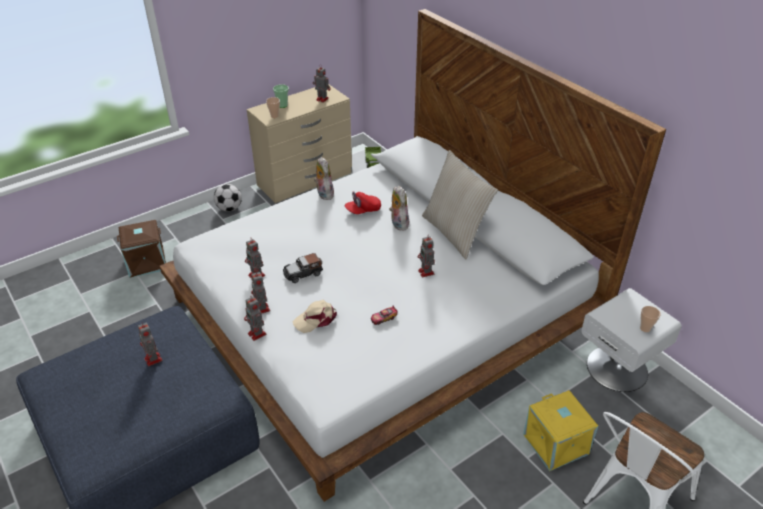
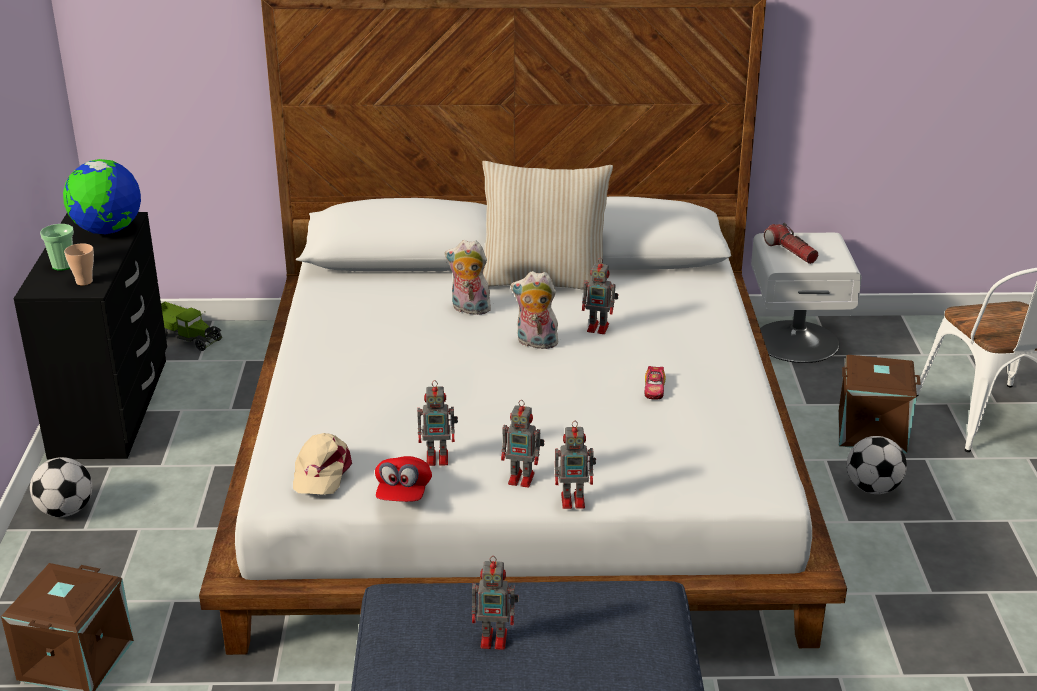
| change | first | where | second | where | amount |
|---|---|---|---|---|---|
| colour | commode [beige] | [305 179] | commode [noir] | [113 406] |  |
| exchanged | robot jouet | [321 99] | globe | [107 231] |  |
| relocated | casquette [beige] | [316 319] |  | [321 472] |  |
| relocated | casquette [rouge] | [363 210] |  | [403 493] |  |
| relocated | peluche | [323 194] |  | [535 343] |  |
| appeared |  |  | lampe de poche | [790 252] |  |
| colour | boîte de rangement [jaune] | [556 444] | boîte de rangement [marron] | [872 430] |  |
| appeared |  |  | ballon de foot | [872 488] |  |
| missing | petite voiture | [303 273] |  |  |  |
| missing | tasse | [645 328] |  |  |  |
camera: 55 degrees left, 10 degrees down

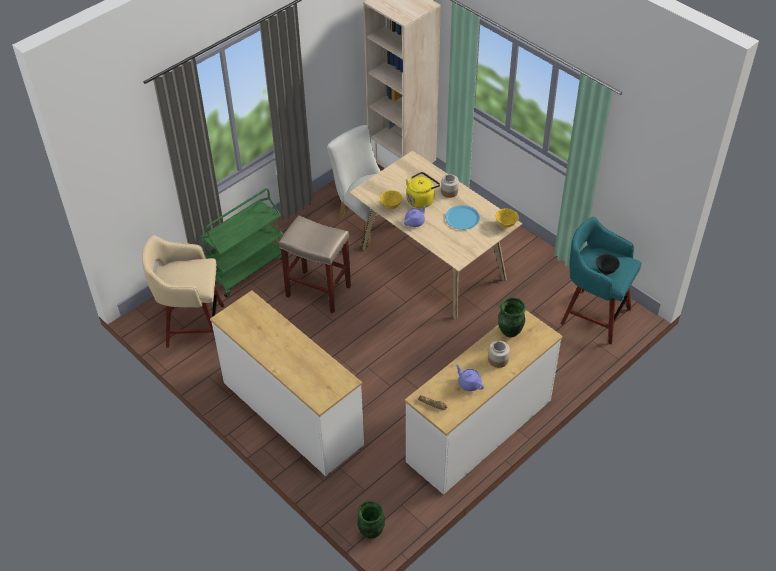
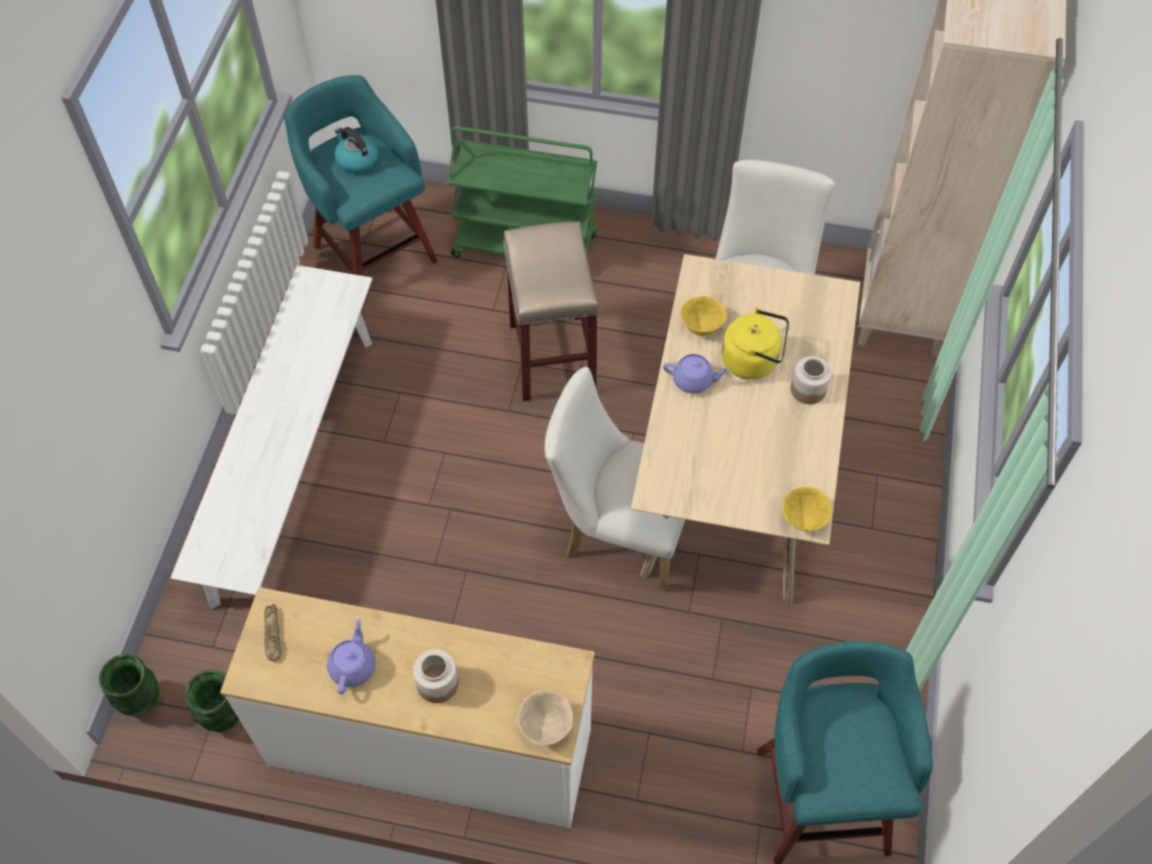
| change | first | where | second | where | amount |
|---|---|---|---|---|---|
| exchanged | commode [blanc] | [291 414] | banc [blanc] | [295 465] |  |
| relocated | vase [vert] | [510 331] |  | [223 717] |  |
| colour | tabouret [beige] | [192 326] | tabouret [turquoise] | [373 251] |  |
| appeared |  |  | bouilloire | [357 160] |  |
| appeared |  |  | bol [beige] | [546 726] |  |
| appeared |  |  | chaise [blanc] | [619 530] |  |
| missing | assiette [bleu] | [462 218] |  |  |  |
| missing | bol [noir] | [606 270] |  |  |  |
camera: 55 degrees right, 10 degrees up

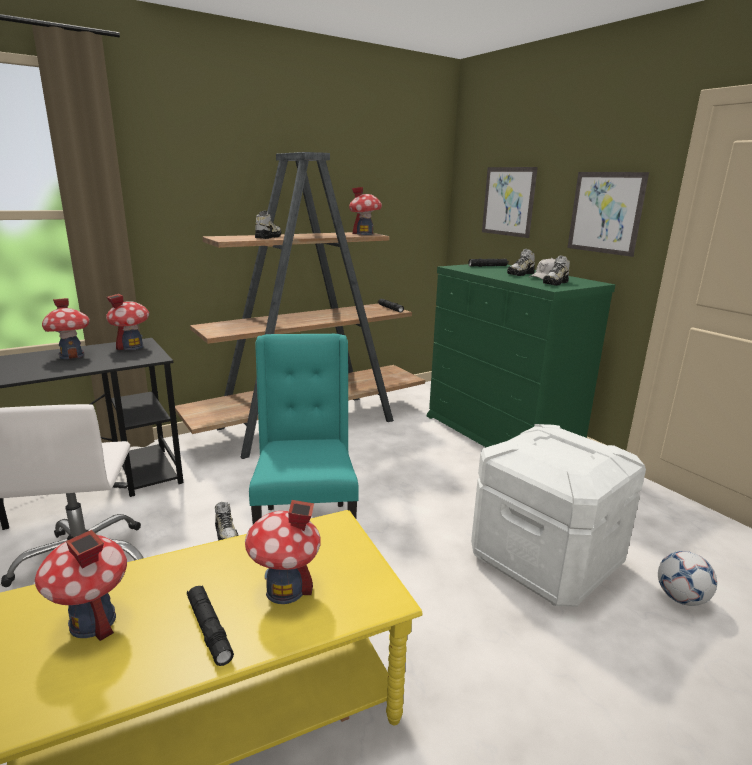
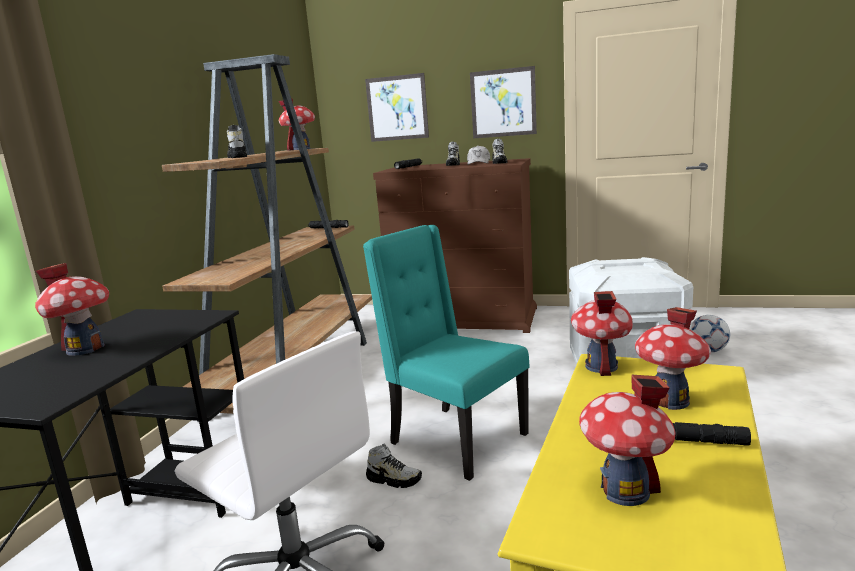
| change | first | where | second | where | amount |
|---|---|---|---|---|---|
| colour | commode [vert] | [502 434] | commode [marron] | [464 318] |  |
| relocated | maison miniature | [132 347] |  | [601 366] |  |
camera: 40 degrees left, 5 degrees down

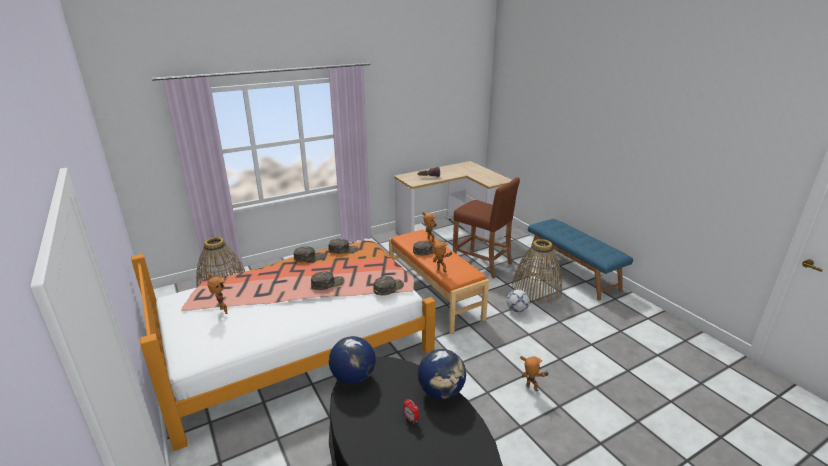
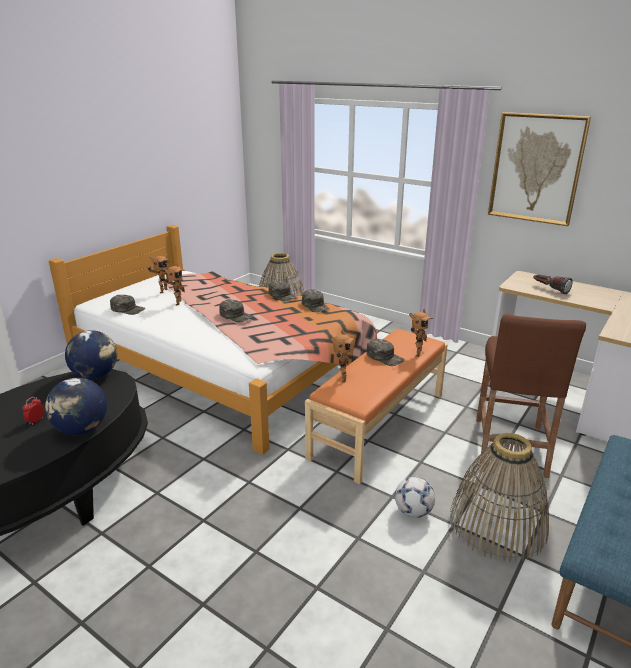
| change | first | where | second | where | amount |
|---|---|---|---|---|---|
| relocated | casquette [vert] | [388 288] |  | [128 309] |  |
| relocated | robot jouet | [531 390] |  | [176 303] |  |
| appeared |  |  | tableau | [536 168] |  |
camera: 65 degrees right, 0 degrees up

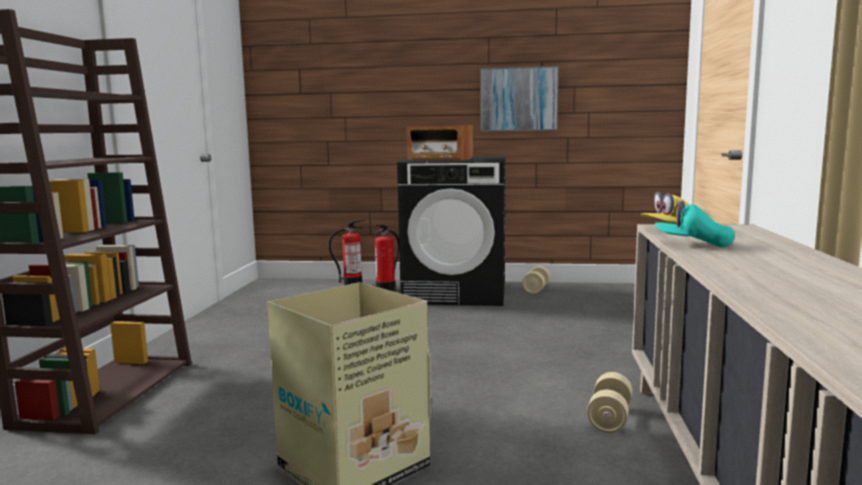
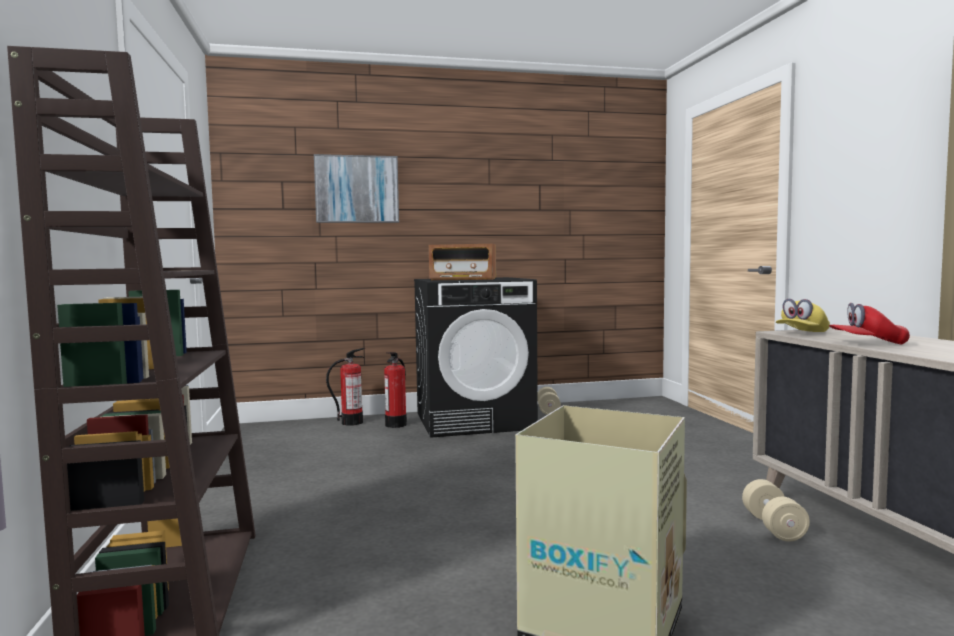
| change | first | where | second | where | amount |
|---|---|---|---|---|---|
| relocated | tableau | [518 99] |  | [357 189] |  |
| colour | casquette [turquoise] | [693 244] | casquette [rouge] | [868 344] |  |
camera: 20 degrees left, 5 degrees down

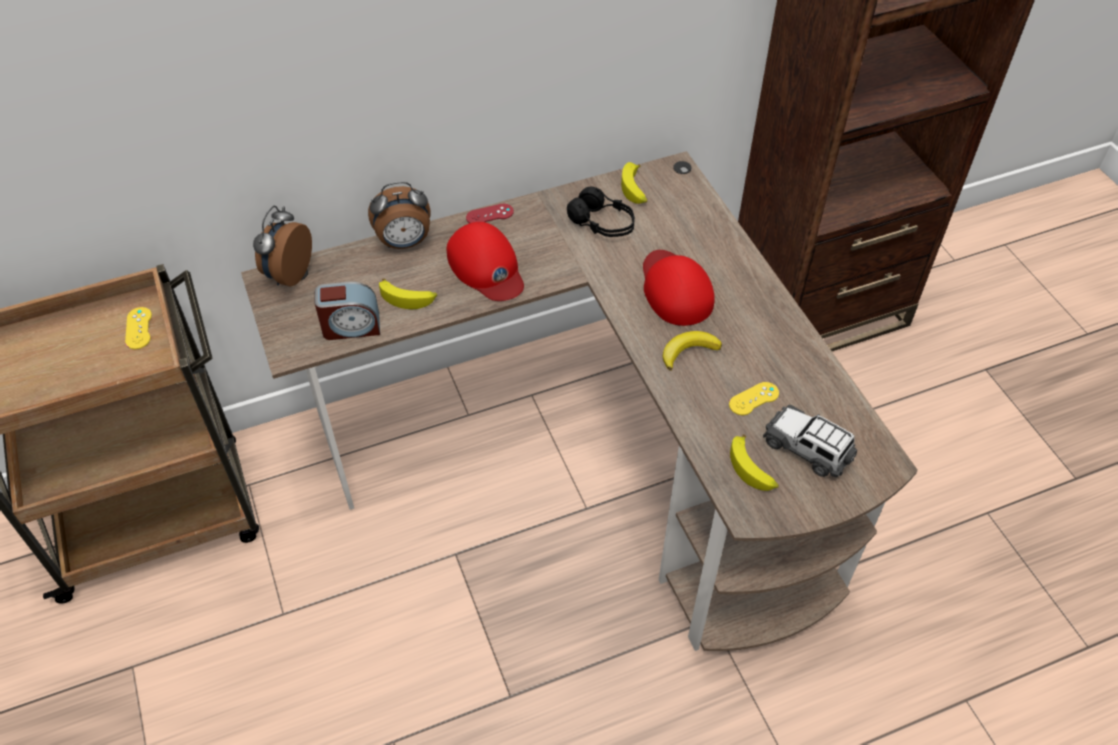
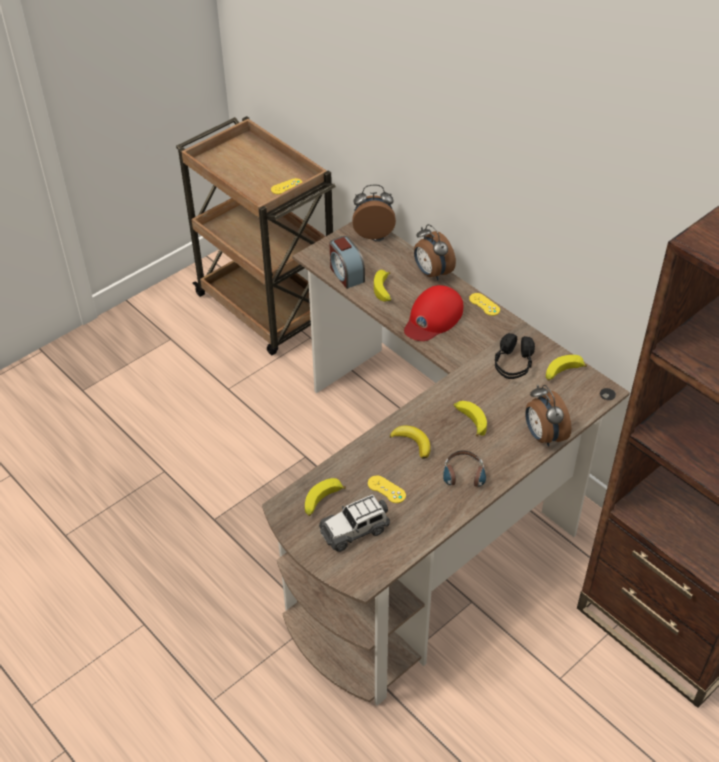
| change | first | where | second | where | amount |
|---|---|---|---|---|---|
| spun | petite voiture | [808 449] |  | [355 530] | 135 degrees counterclockwise |
| appeared |  |  | casque audio | [464 481] |  |
| exchanged | casquette [rouge] | [675 289] | banane | [469 421] |  |
| colour | manette [rouge] | [490 215] | manette [jaune] | [484 304] |  |
| appeared |  |  | réveil | [543 436] |  |
camera: 70 degrees right, 5 degrees down

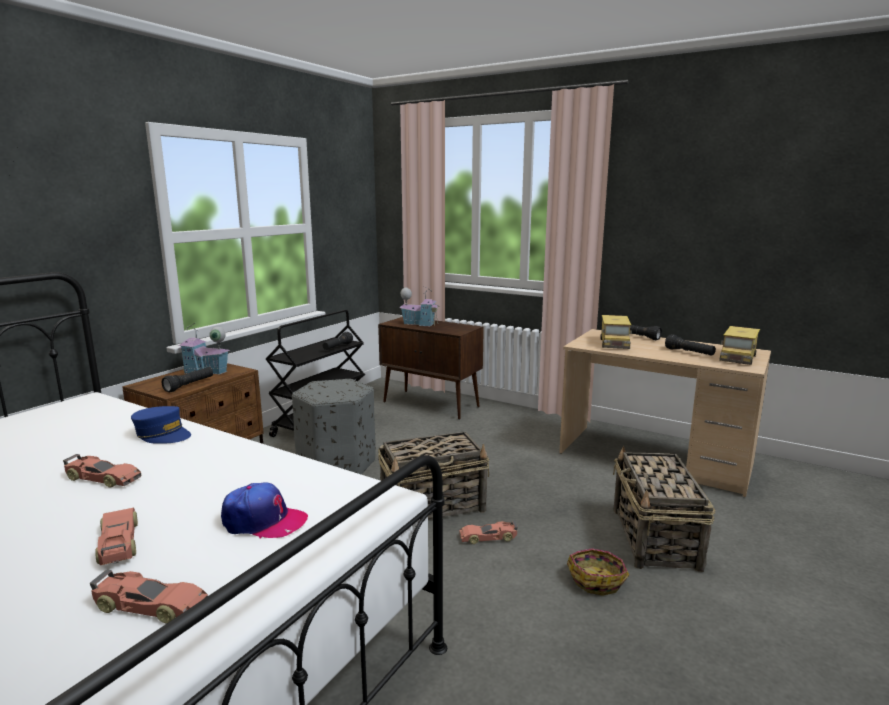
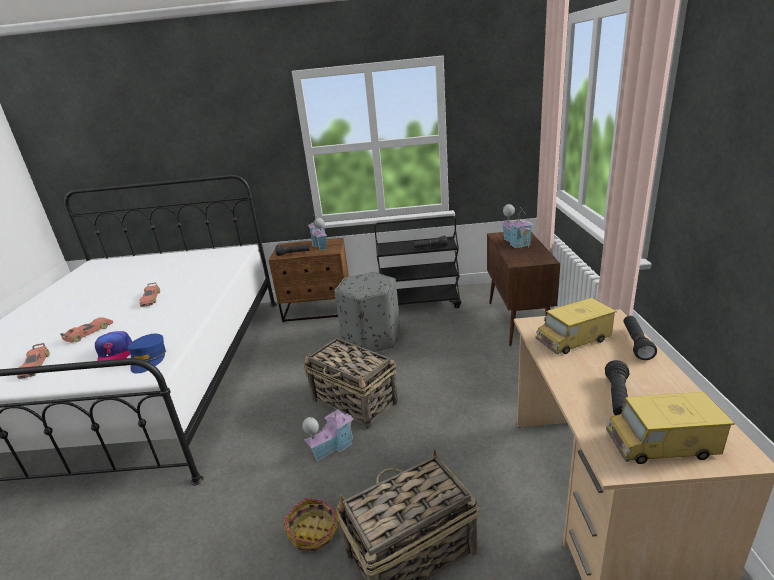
| change | first | where | second | where | amount |
|---|---|---|---|---|---|
| relocated | casquette [bleu] | [163 434] |  | [149 359] |  |
| exchanged | petite voiture | [488 537] | maison miniature | [332 447] |  |
camera: 60 degrees right, 10 degrees up

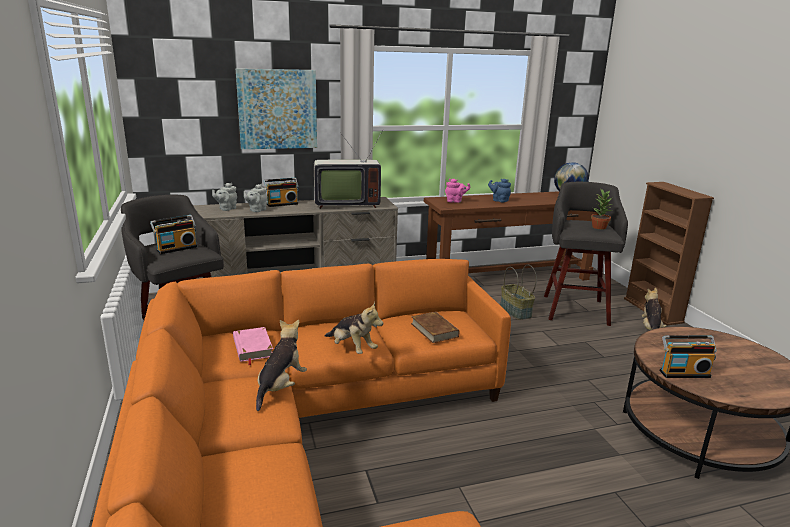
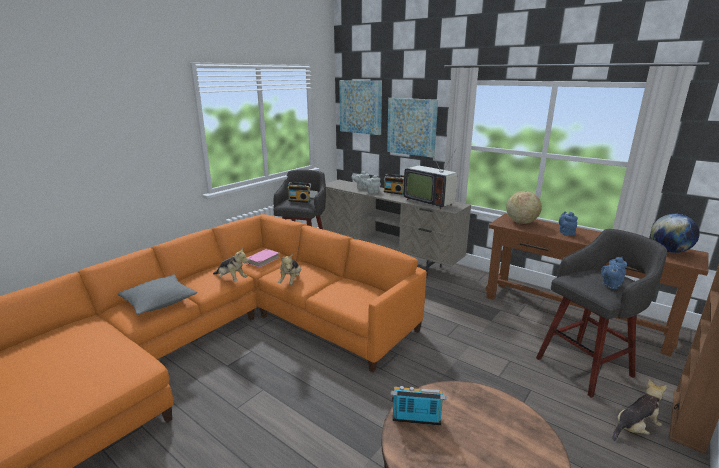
| change | first | where | second | where | amount |
|---|---|---|---|---|---|
| appeared |  |  | coussin [gris] | [159 302] |  |
| spun | peluche | [280 387] |  | [231 279] | 45 degrees clockwise |
| appeared |  |  | tableau | [360 107] |  |
| spun | radio | [683 373] |  | [416 420] | 135 degrees clockwise |
| exchanged | théière [rose] | [455 201] | globe | [521 222] |  |
| exchanged | plante en pot | [599 227] | théière [bleu] | [610 285] |  |
| missing | livre [marron] | [434 330] |  |  |  |
| missing | panier | [514 311] |  |  |  |
camera: 55 degrees right, 0 degrees up

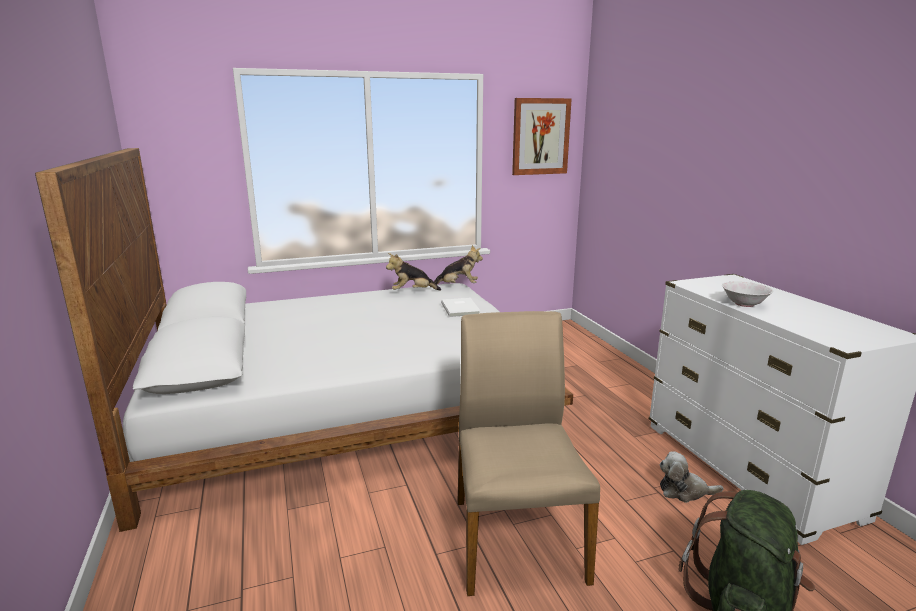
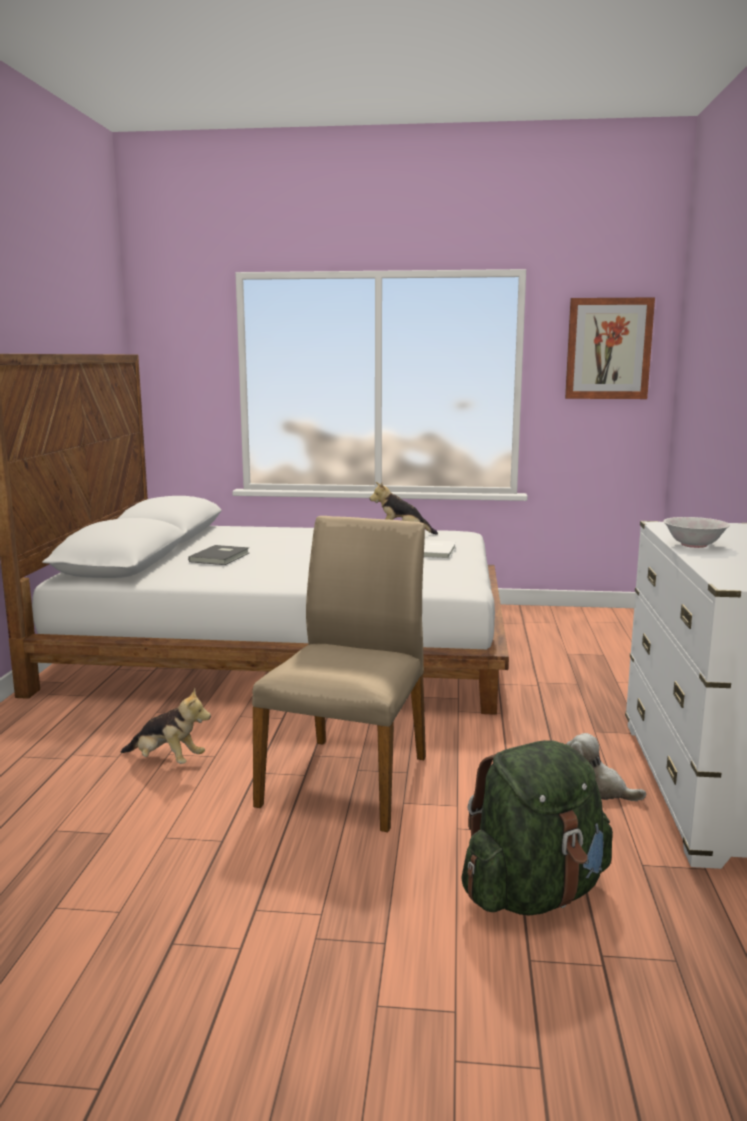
| change | first | where | second | where | amount |
|---|---|---|---|---|---|
| relocated | peluche | [458 286] |  | [167 761] |  |
| appeared |  |  | livre [gris] | [221 557] |  |
camera: 25 degrees right, 5 degrees down

